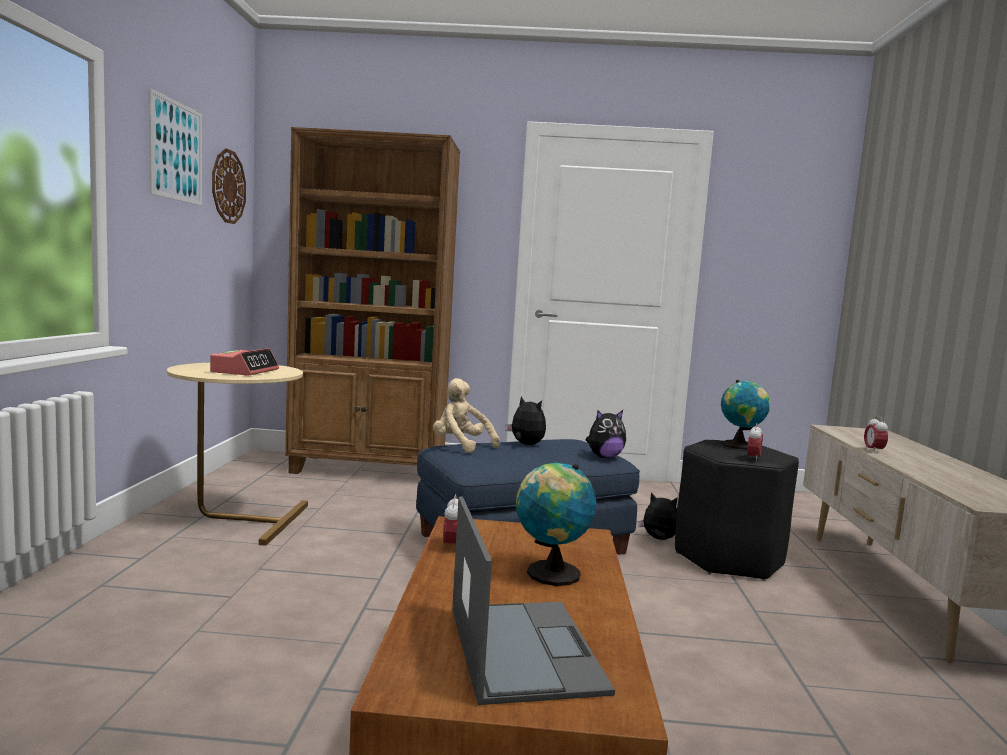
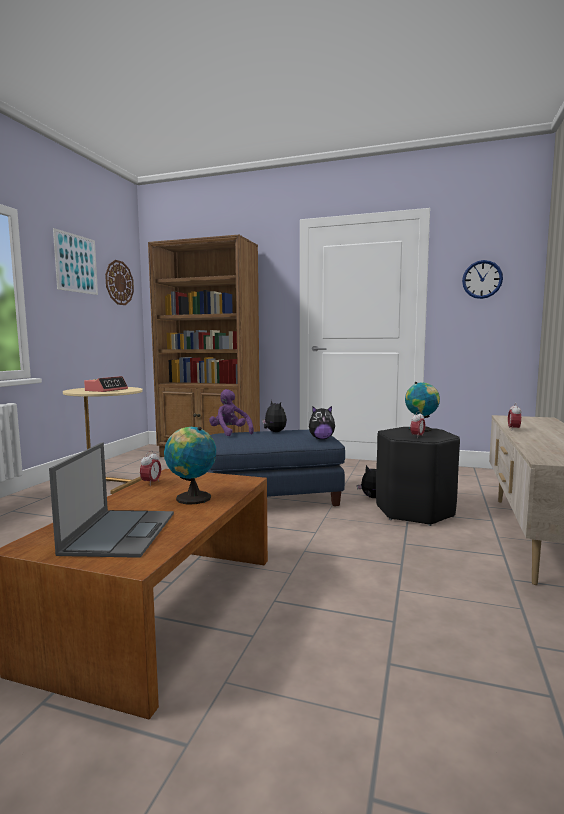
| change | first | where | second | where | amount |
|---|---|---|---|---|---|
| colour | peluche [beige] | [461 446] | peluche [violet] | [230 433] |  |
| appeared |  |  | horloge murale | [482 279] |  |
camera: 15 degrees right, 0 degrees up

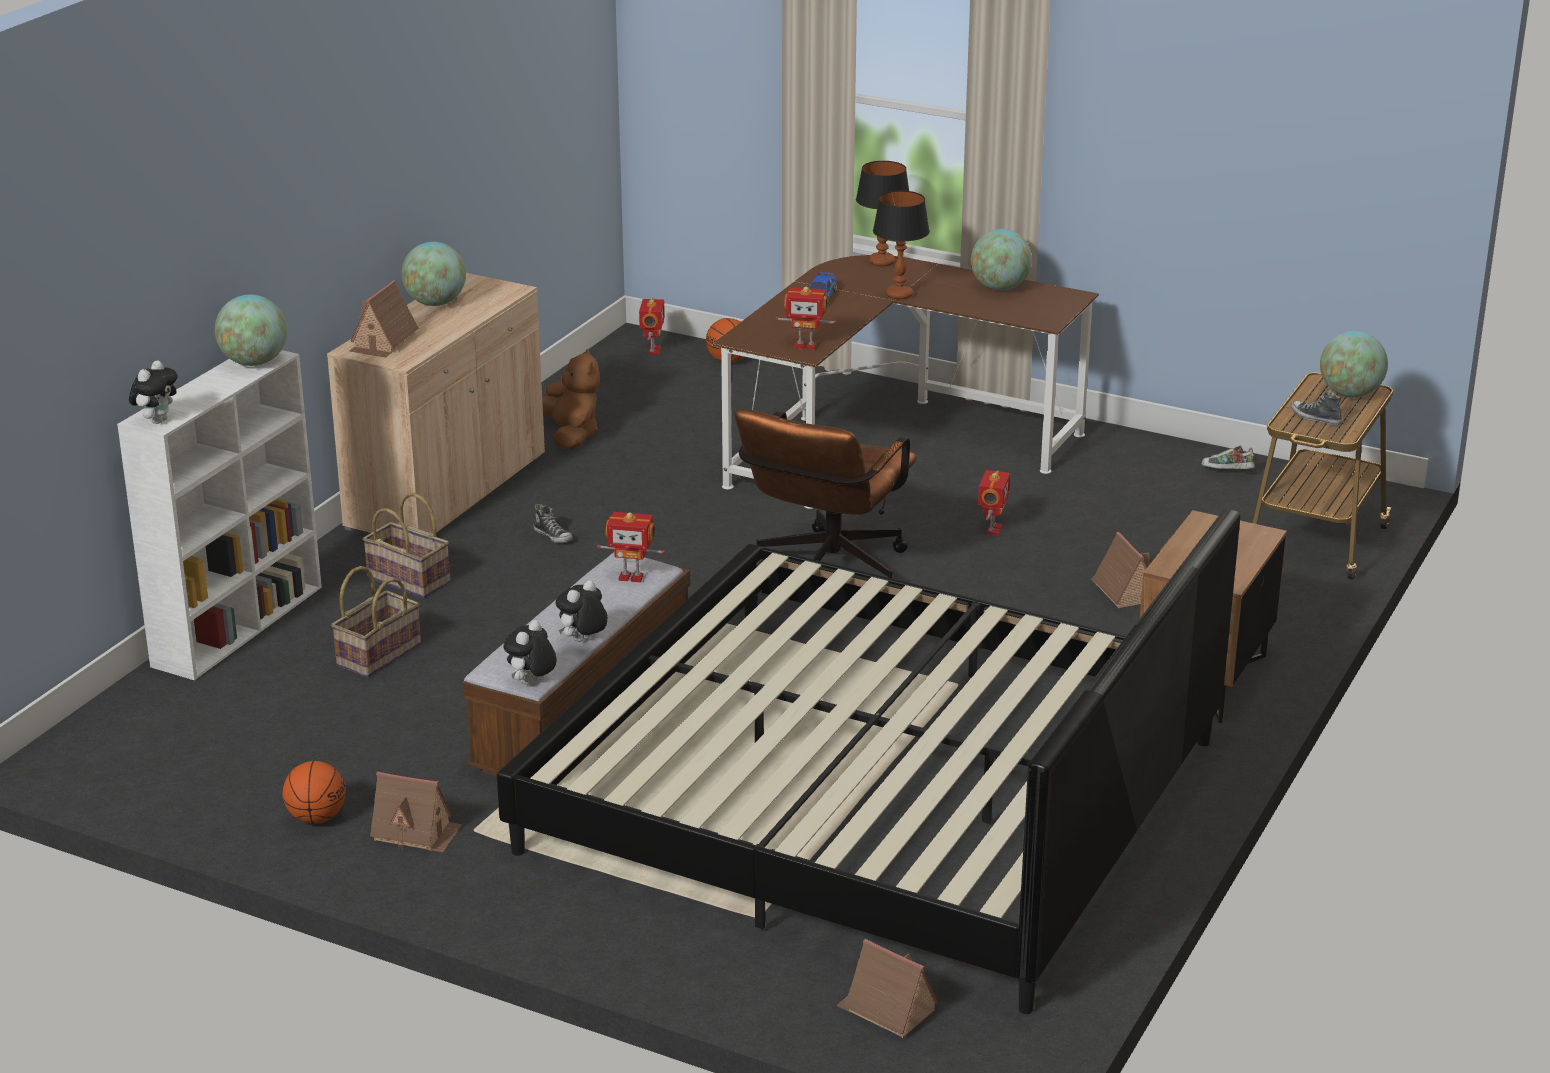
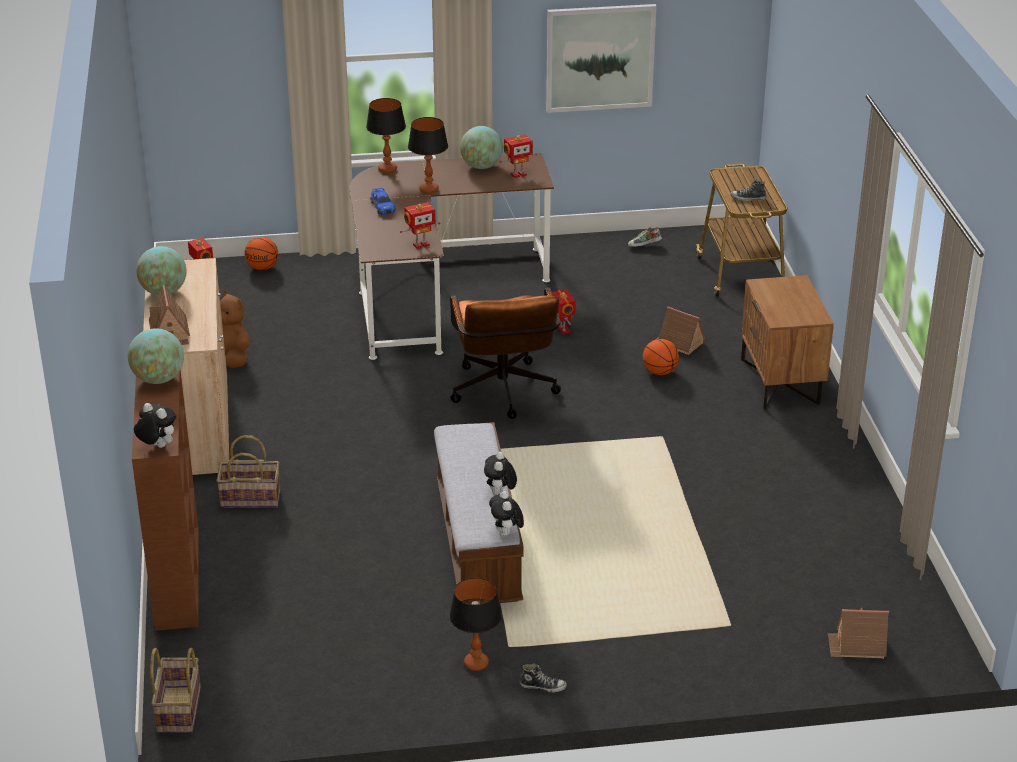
| change | first | where | second | where | amount |
|---|---|---|---|---|---|
| colour | bibliothèque [blanc] | [239 625] | bibliothèque [marron] | [177 575] |  |
| spun | peluche | [157 420] |  | [157 446] | 45 degrees counterclockwise |
| relocated | panier | [378 654] |  | [177 710] |  |
| exchanged | maison miniature | [416 832] | lampe de table | [476 663] |  |
| relocated | robot jouet | [631 577] |  | [518 174] |  |
| relocated | chaussure | [553 536] |  | [543 686] |  |
| appeared |  |  | tableau | [600 57] |  |
| relocated | ballon de basket | [316 817] |  | [659 372] |  |
| missing | lit | [874 796] |  |  |  |
| missing | globe | [1350 394] |  |  |  |
camera: 35 degrees left, 5 degrees up

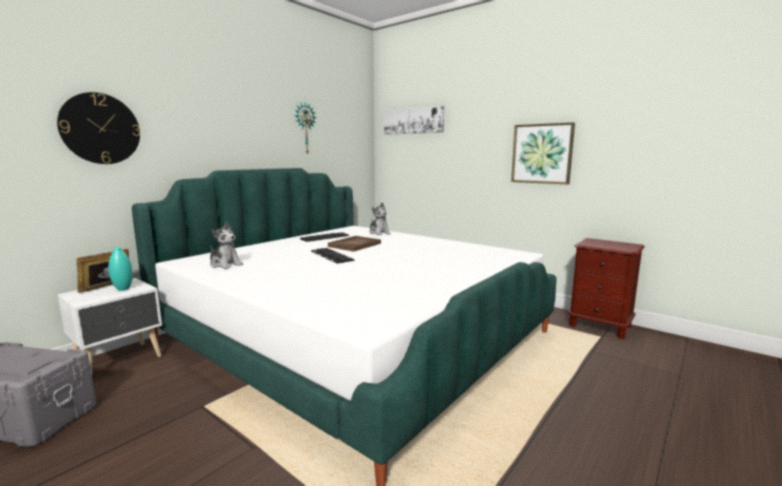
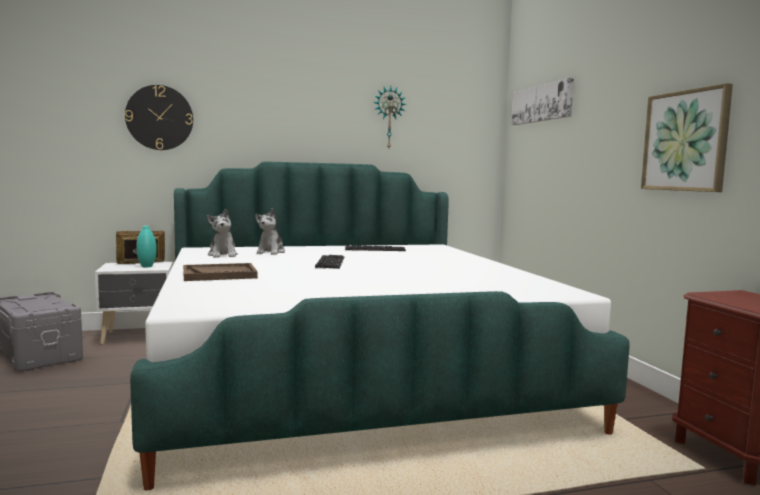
| change | first | where | second | where | amount |
|---|---|---|---|---|---|
| relocated | plateau [marron] | [354 245] |  | [219 274] |  |
| relocated | peluche | [379 233] |  | [271 252] |  |
camera: 35 degrees right, 5 degrees down

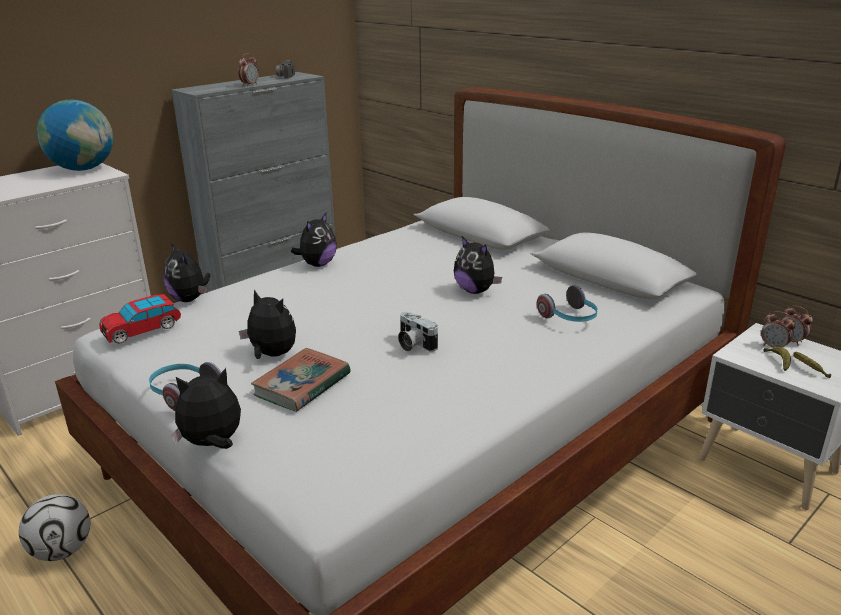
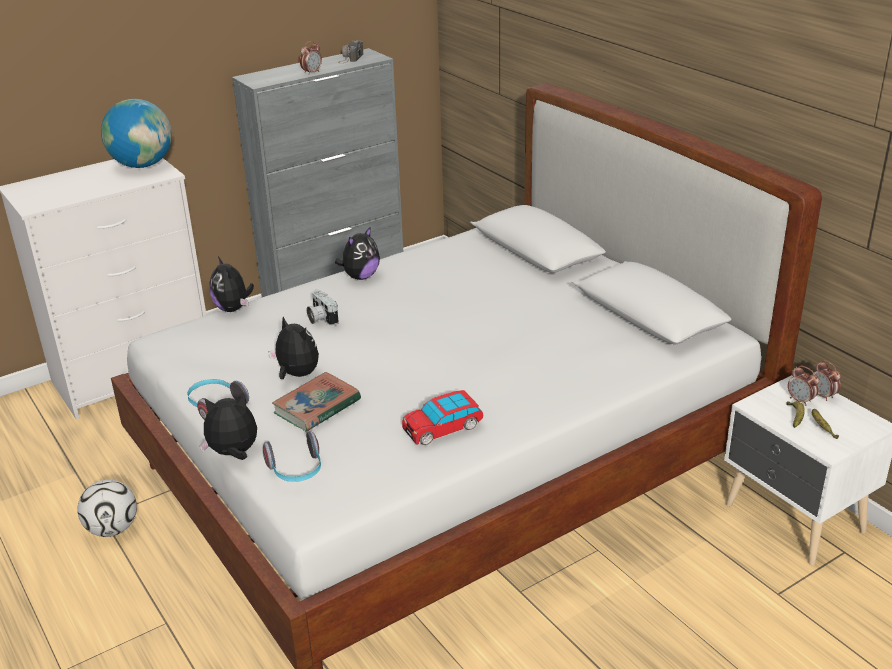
| change | first | where | second | where | amount |
|---|---|---|---|---|---|
| relocated | casque audio | [570 318] |  | [296 471] |  |
| relocated | appareil photo | [413 344] |  | [320 318] |  |
| relocated | petite voiture | [142 329] |  | [443 428] |  |
| missing | peluche | [475 291] |  |  |  |
camera: 10 degrees right, 5 degrees up

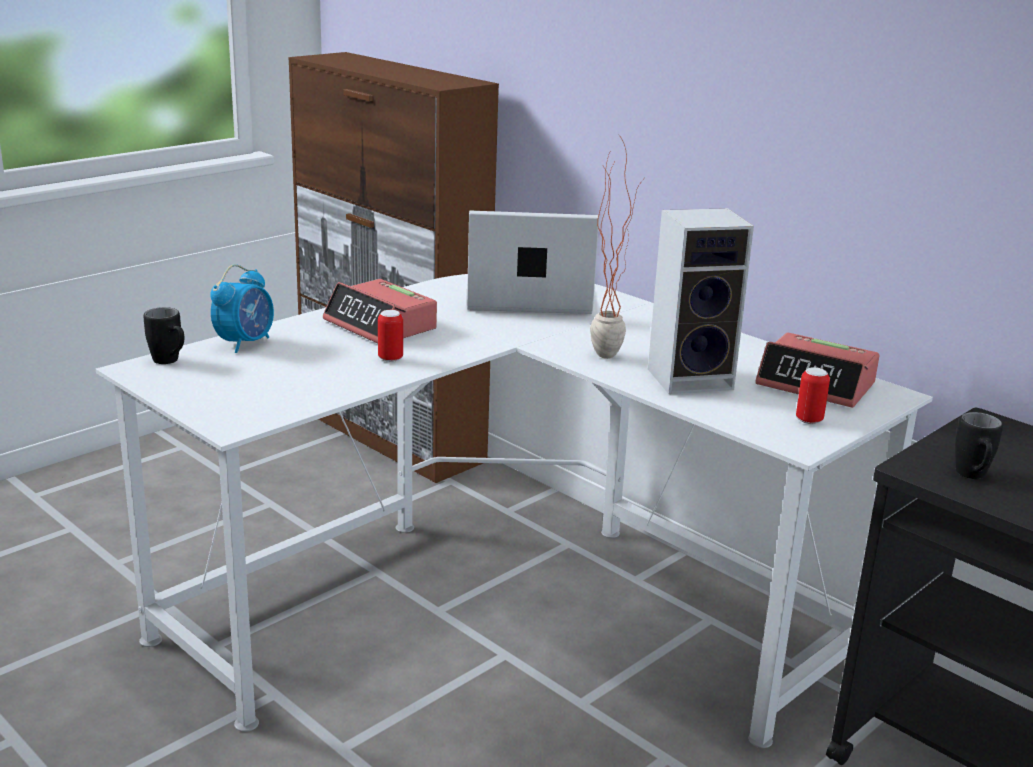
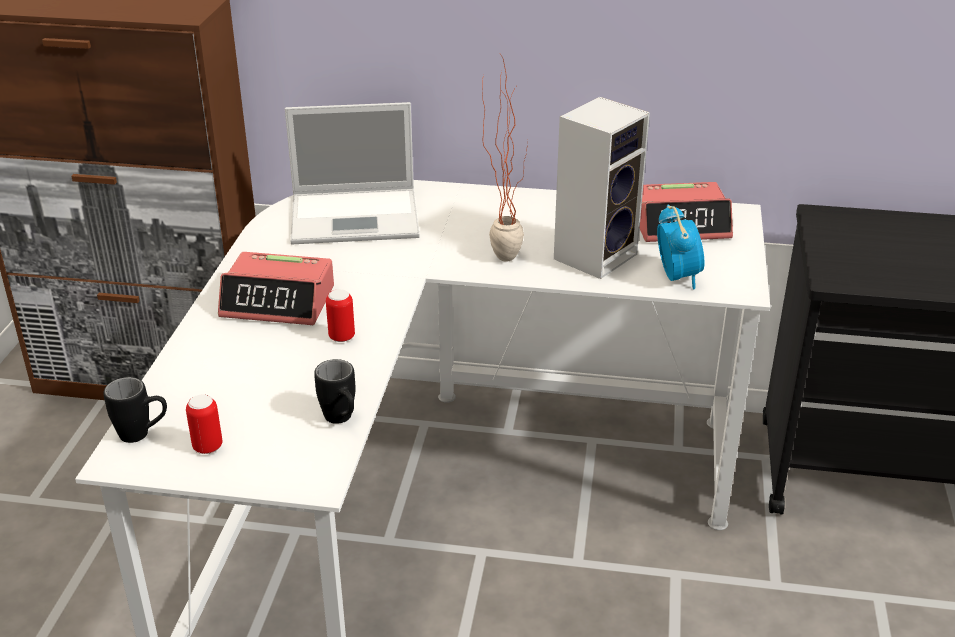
| change | first | where | second | where | amount |
|---|---|---|---|---|---|
| relocated | boîte métallique | [809 420] |  | [208 447] |  |
| spun | ordinateur portable | [526 297] |  | [357 216] | 150 degrees counterclockwise |
| relocated | mug [noir] | [973 477] |  | [342 420] |  |
| relocated | réveil | [245 343] |  | [677 277] |  |
camera: 35 degrees left, 10 degrees up

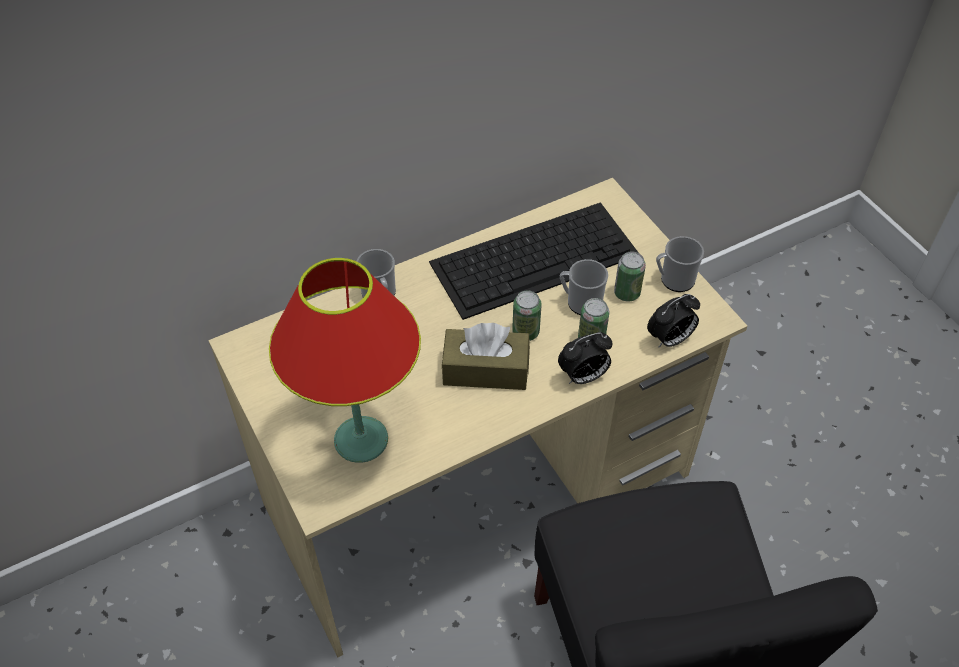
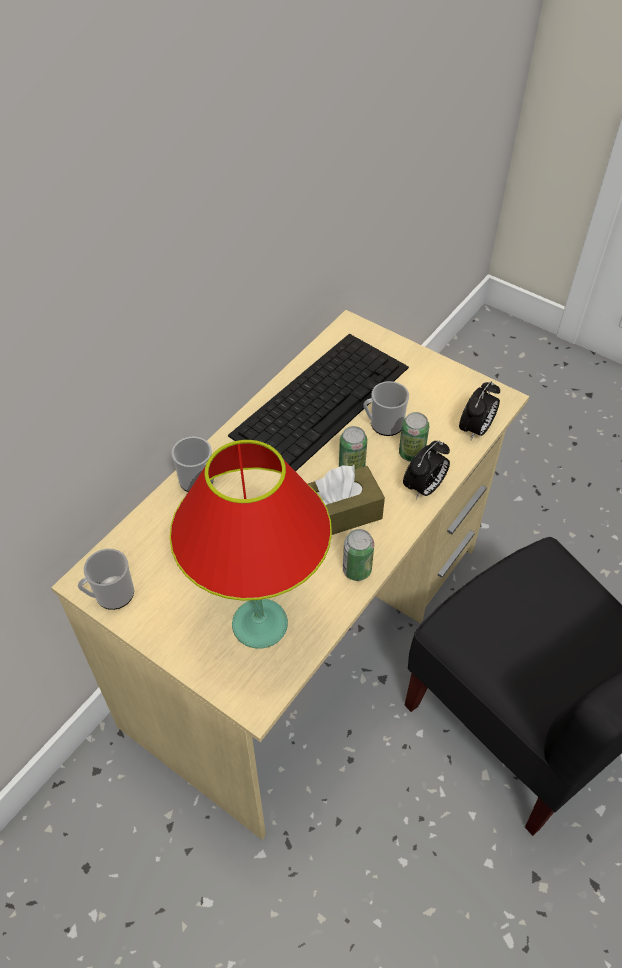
| change | first | where | second | where | amount |
|---|---|---|---|---|---|
| relocated | mug | [673 280] |  | [110 595] |  |
| relocated | boîte métallique | [627 293] |  | [357 570] |  |
camera: 25 degrees left, 0 degrees up

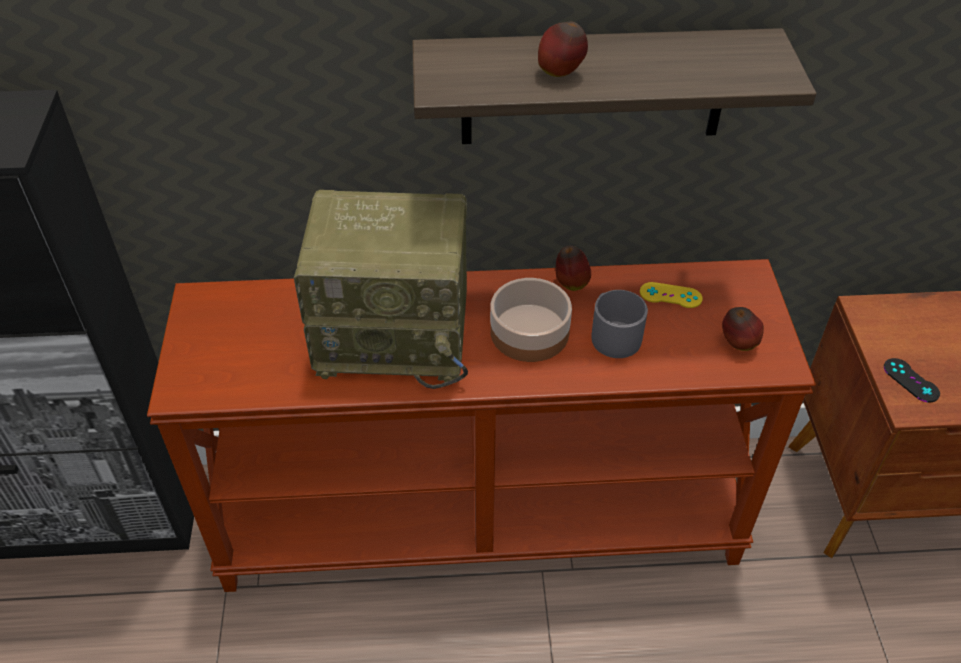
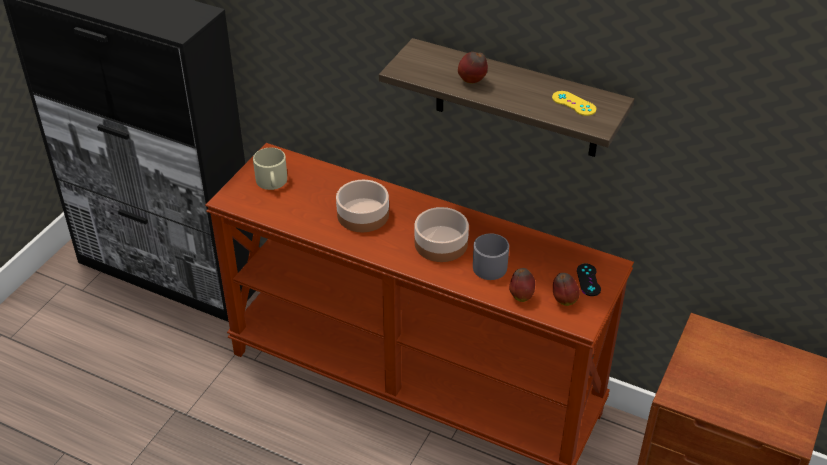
| change | first | where | second | where | amount |
|---|---|---|---|---|---|
| appeared |  |  | mug [beige] | [272 182] |  |
| exchanged | radio | [396 334] | bol | [364 215] |  |
| relocated | pomme | [570 284] |  | [521 296] |  |
| relocated | manette [jaune] | [670 295] |  | [574 103] |  |
| relocated | manette [noir] | [911 380] |  | [588 280] |  |
camera: 30 degrees right, 5 degrees down

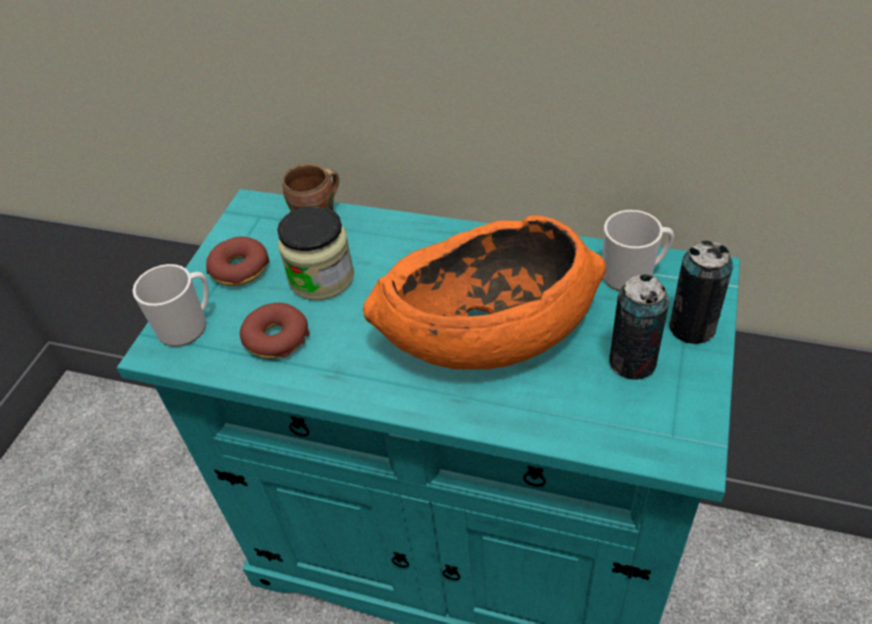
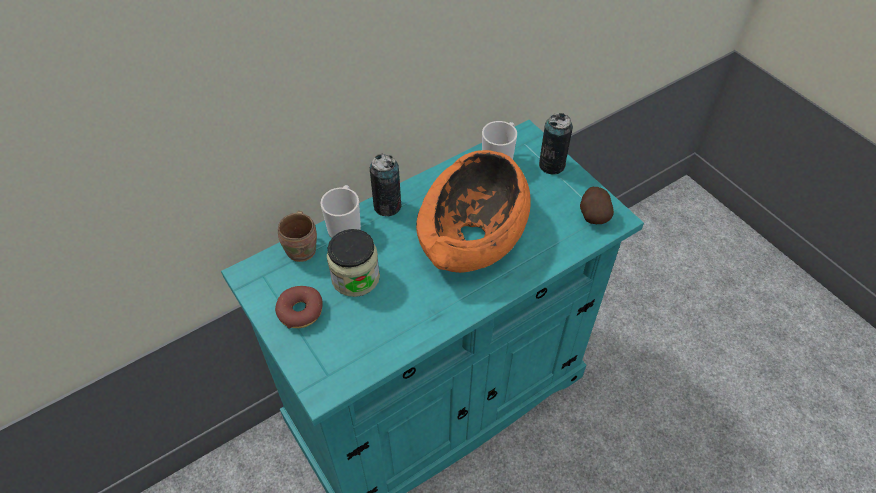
| change | first | where | second | where | amount |
|---|---|---|---|---|---|
| relocated | mug | [188 326] |  | [345 226] |  |
| relocated | boîte métallique | [632 362] |  | [387 206] |  |
| appeared |  |  | pomme de terre | [593 214] |  |
| missing | beignet | [276 338] |  |  |  |
camera: 55 degrees left, 5 degrees up

